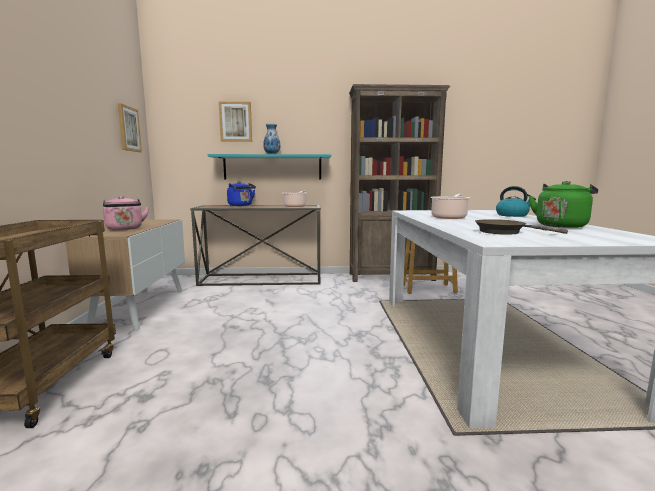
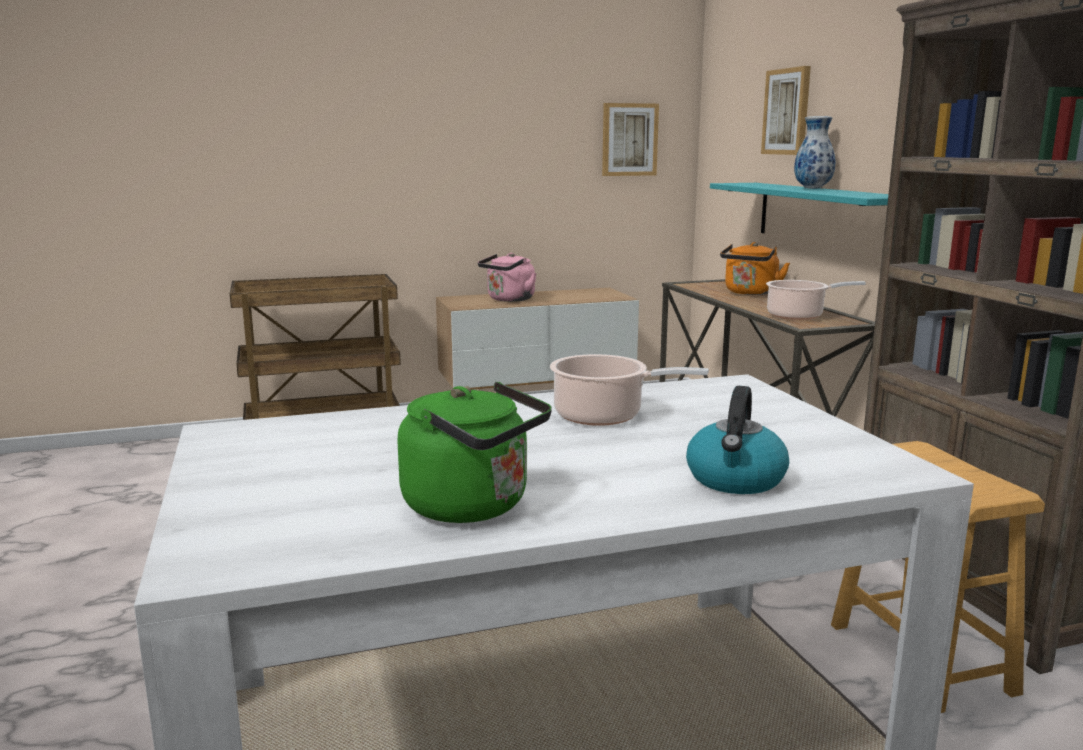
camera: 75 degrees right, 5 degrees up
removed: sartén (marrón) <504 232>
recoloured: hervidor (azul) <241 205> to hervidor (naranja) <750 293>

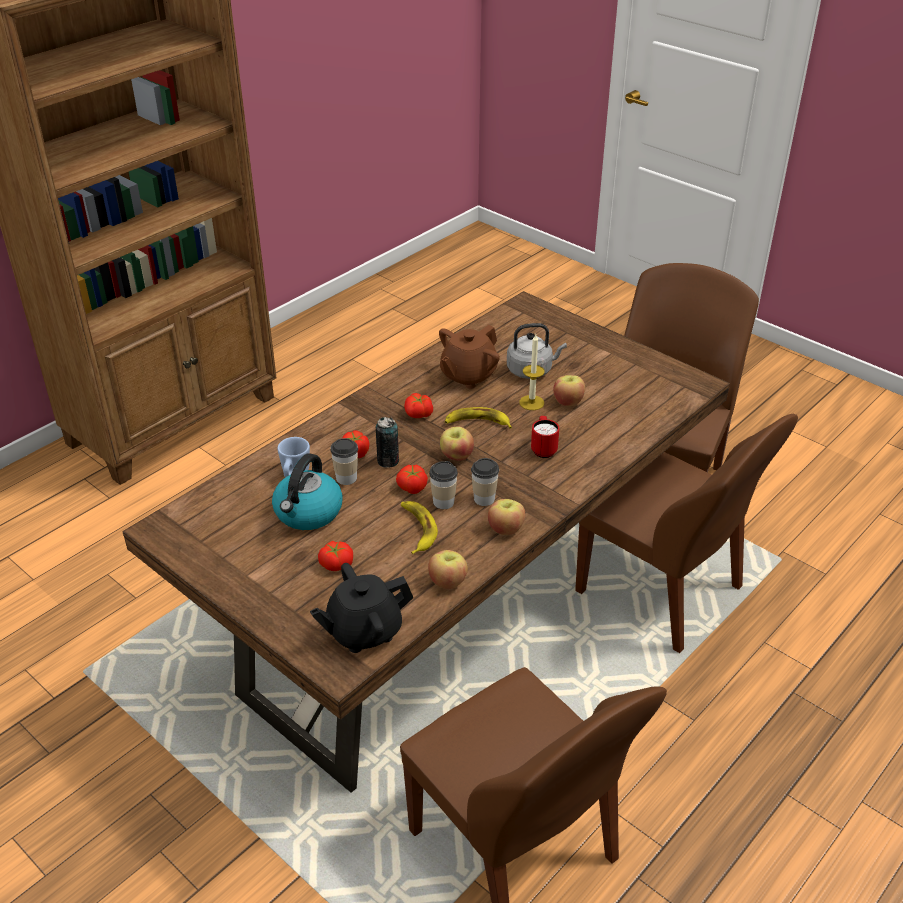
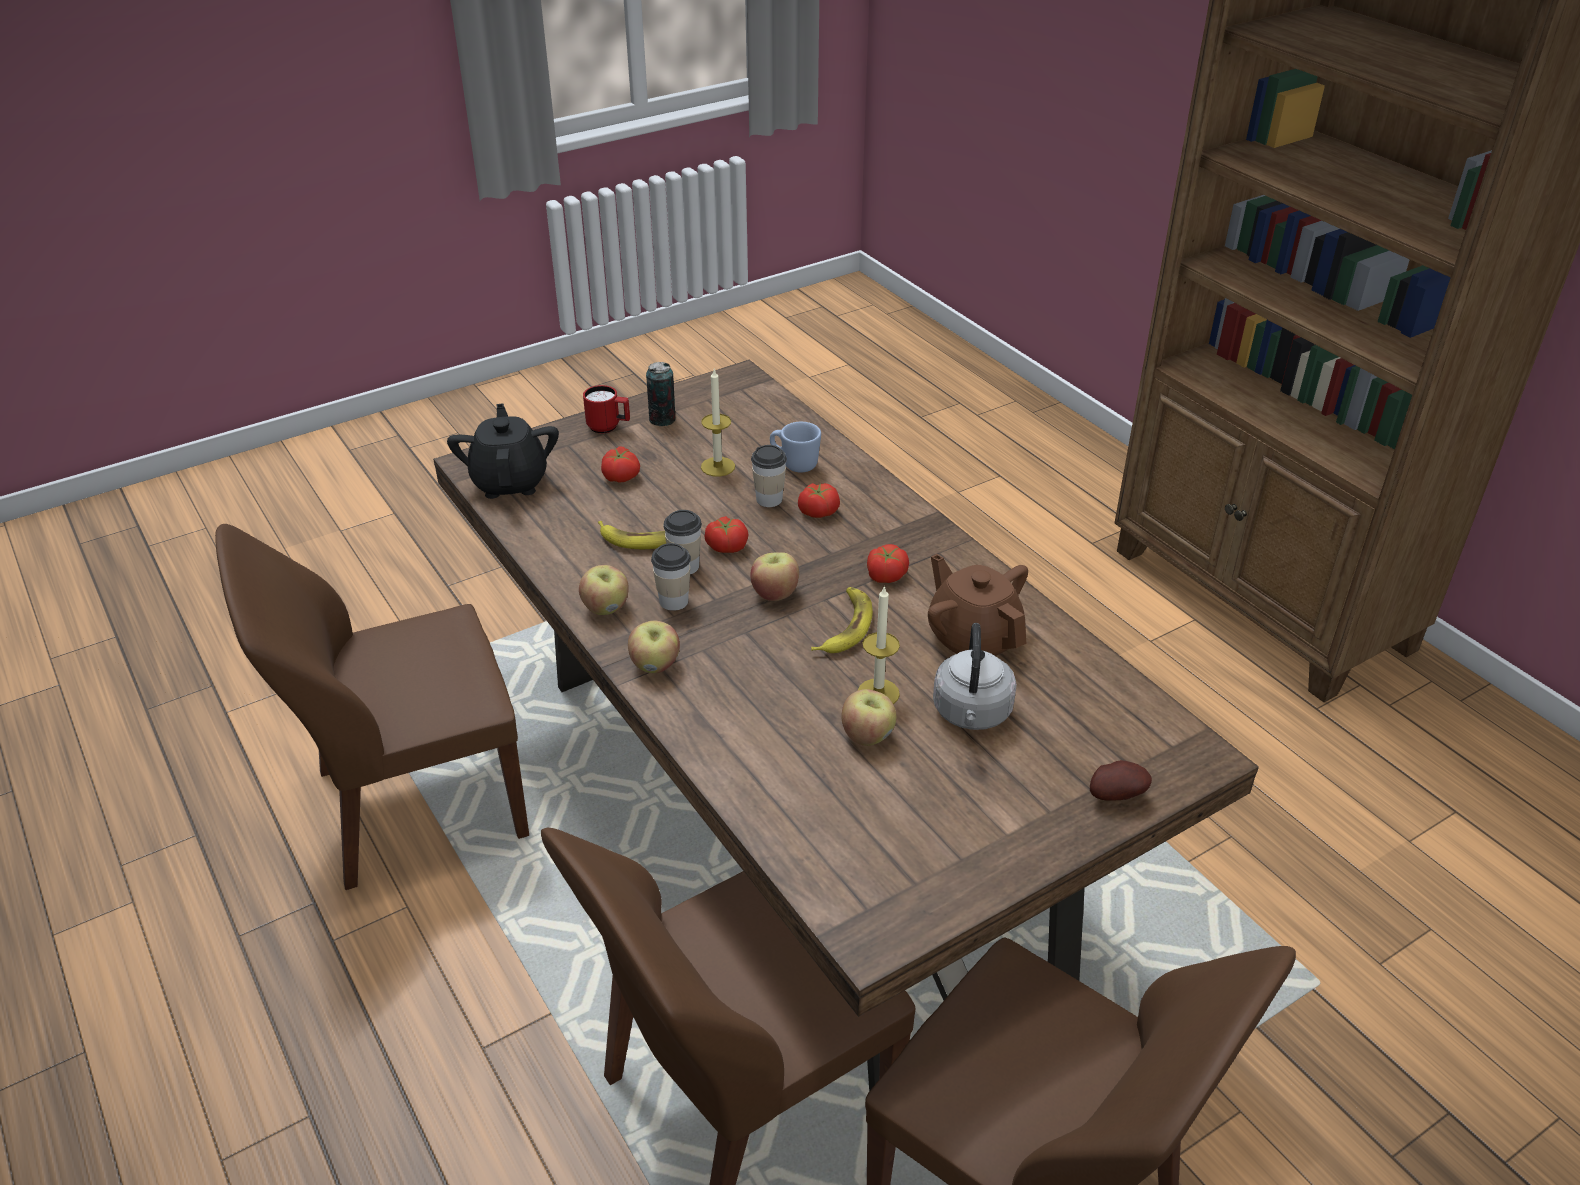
camera: 105 degrees right, 0 degrees up
added: patata <1115 794>
moved: lata <388 461> to <662 420>; manzana <448 581> to <655 665>; taza grande (rojo) <543 448> to <608 427>
replaced: hervidor <308 513> to vela <718 466>

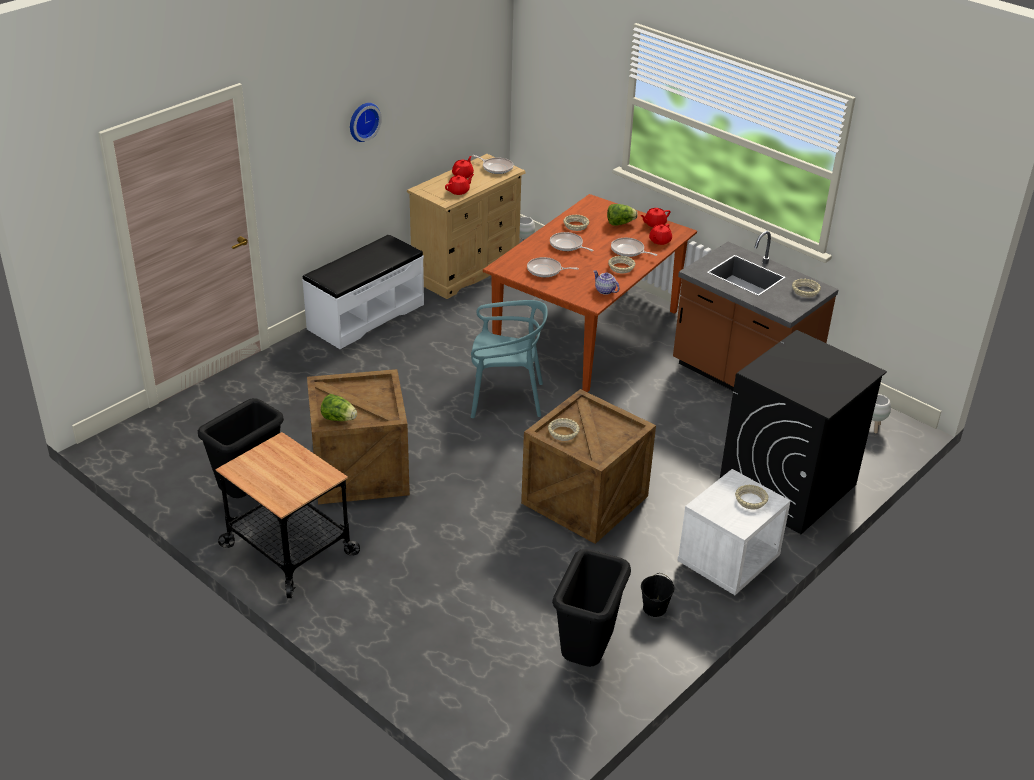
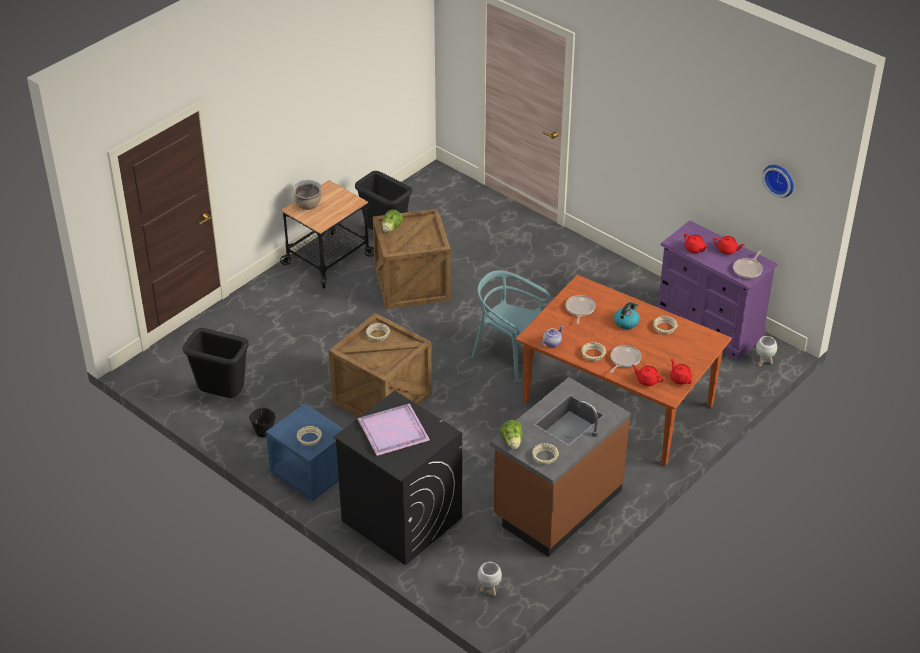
camera: 90 degrees right, 5 degrees up
removed: banco (blanco) <365 316>
added: olla (marrón) <308 205>; bandeja (morado) <394 430>
moved: reloj de pared <362 121> to <779 179>; lechuga <620 223> to <512 442>
replaced: sartén <567 245> to hervidor <626 322>
recoloured: cómoda (beis) <467 269> to cómoda (morado) <709 326>; mesita de noche (blanco) <728 562> to mesita de noche (azul) <310 474>
turned: silla (turquesa) <505 398> = <509 354> 120 degrees clockwise

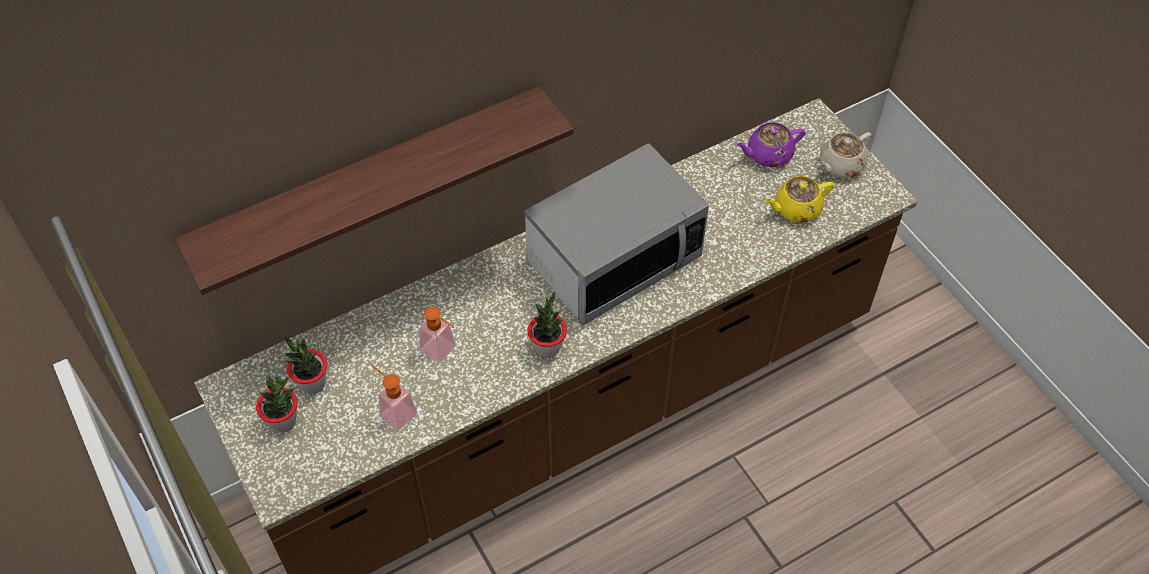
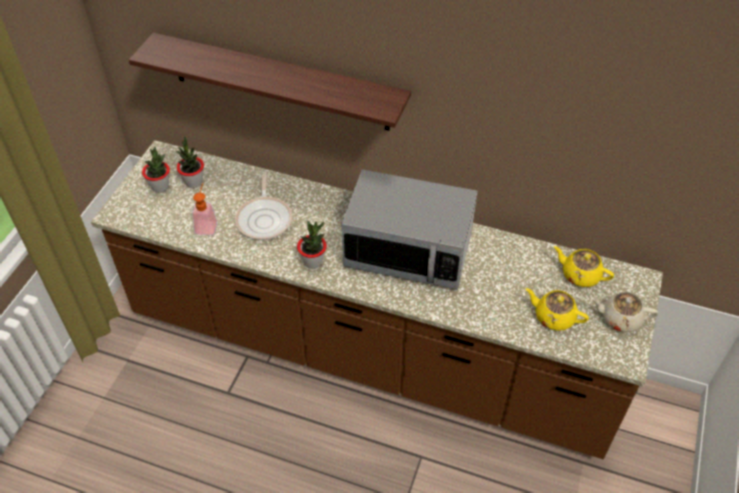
camera: 50 degrees right, 5 degrees down
replaced: dispensador de jabón <443 351> to sartén <265 219>
recoloured: tetera (morado) <768 154> to tetera (amarillo) <580 275>

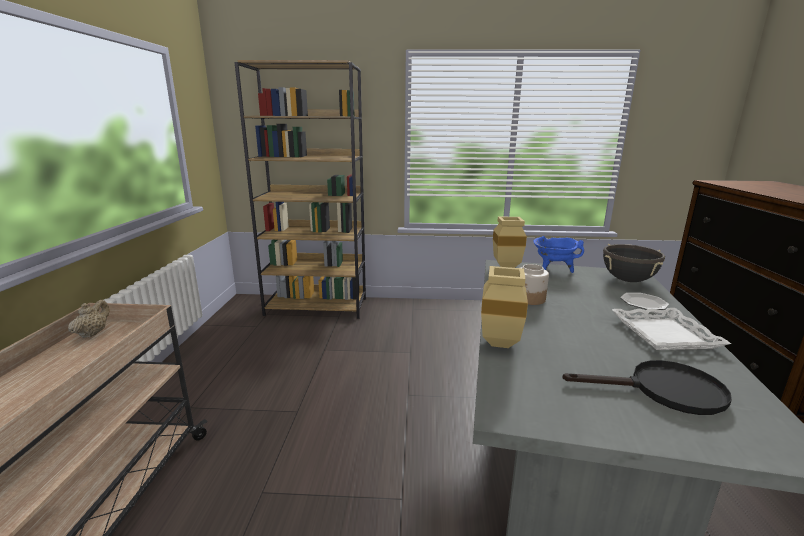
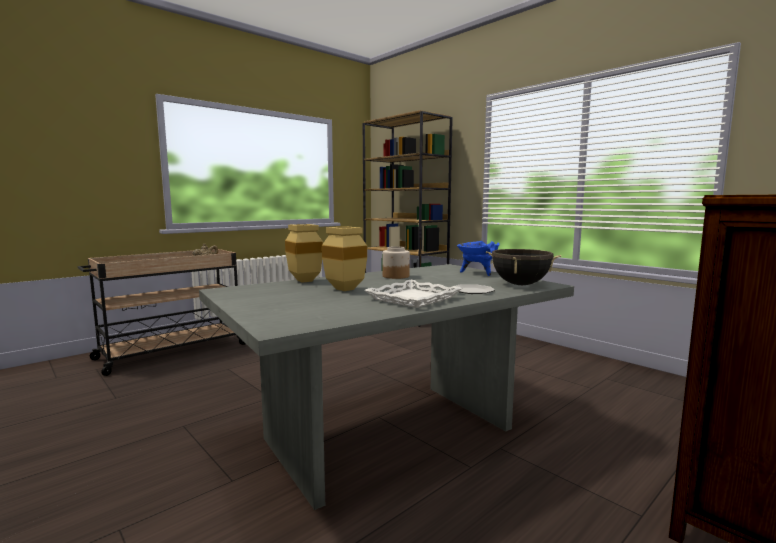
camera: 45 degrees right, 10 degrees down
removed: sartén (negro) <664 391>
moved: florero (beis) <507 267> to <347 289>

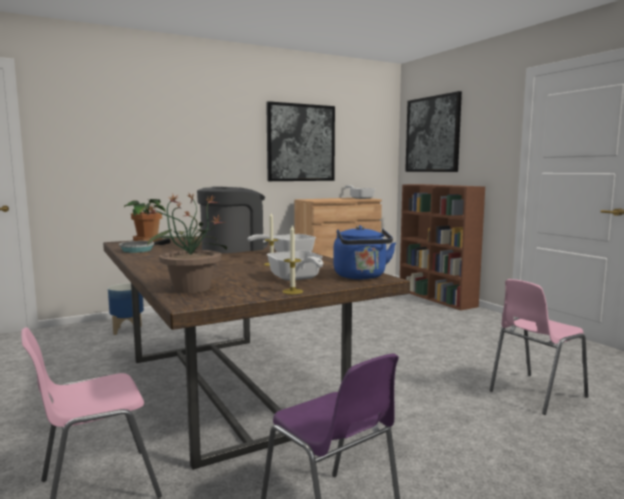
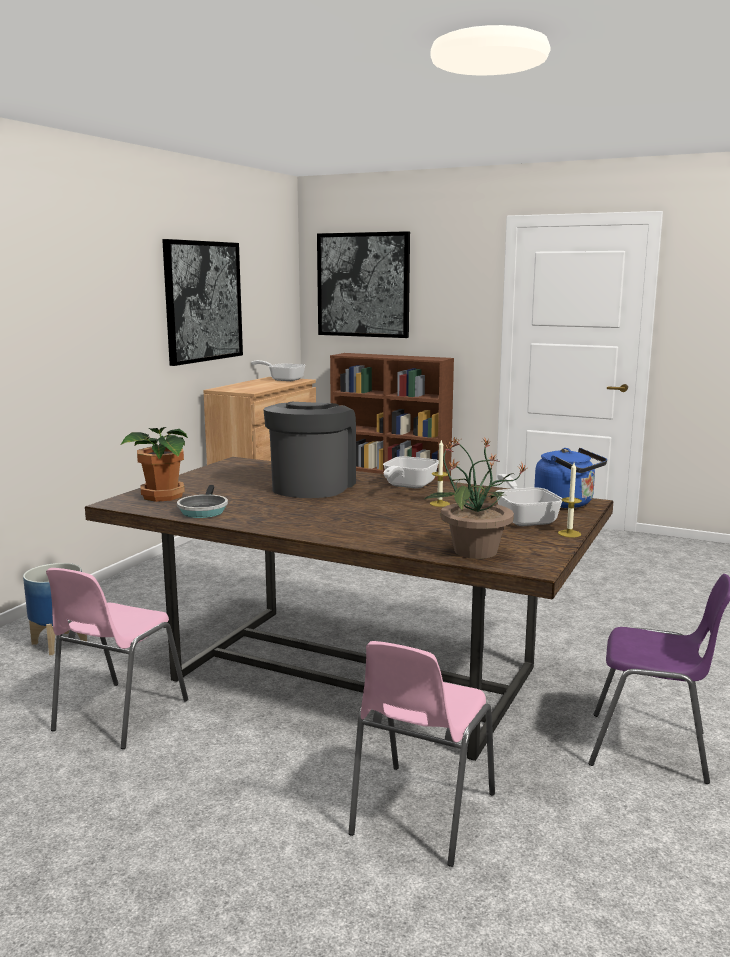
camera: 35 degrees left, 5 degrees up
moved: silla (rosa) <535 394> to <117 716>
turned: sartén <296 279> = <524 518> 135 degrees counterclockwise

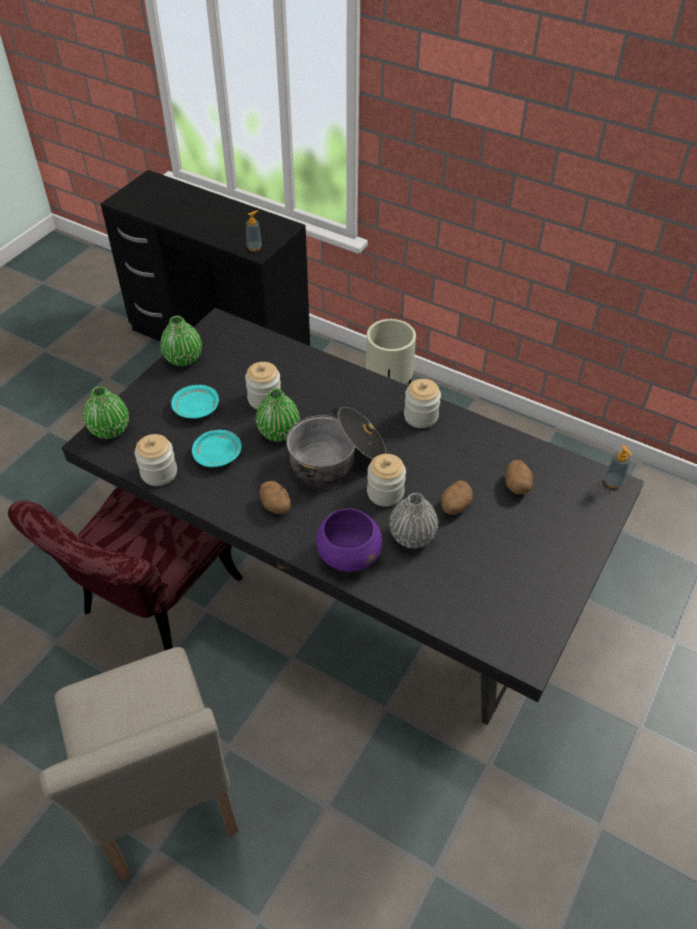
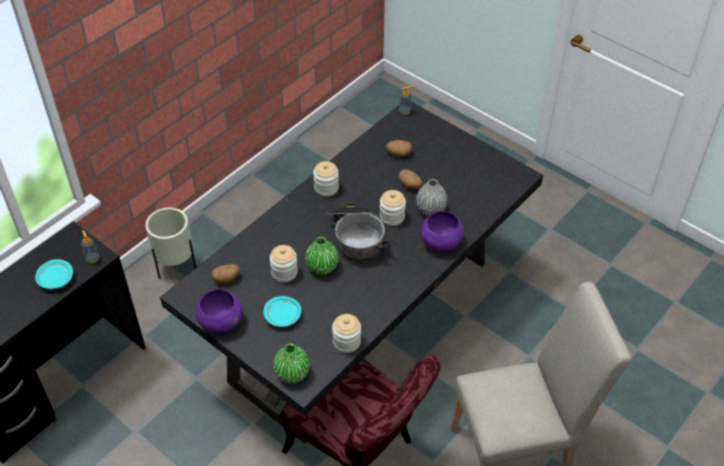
camera: 80 degrees left, 0 degrees up
moved: plato (turquesa) <218 454> to <55 278>; patata <276 506> to <226 278>
replaced: florero (verde) <183 359> to cuenco (morado) <221 321>

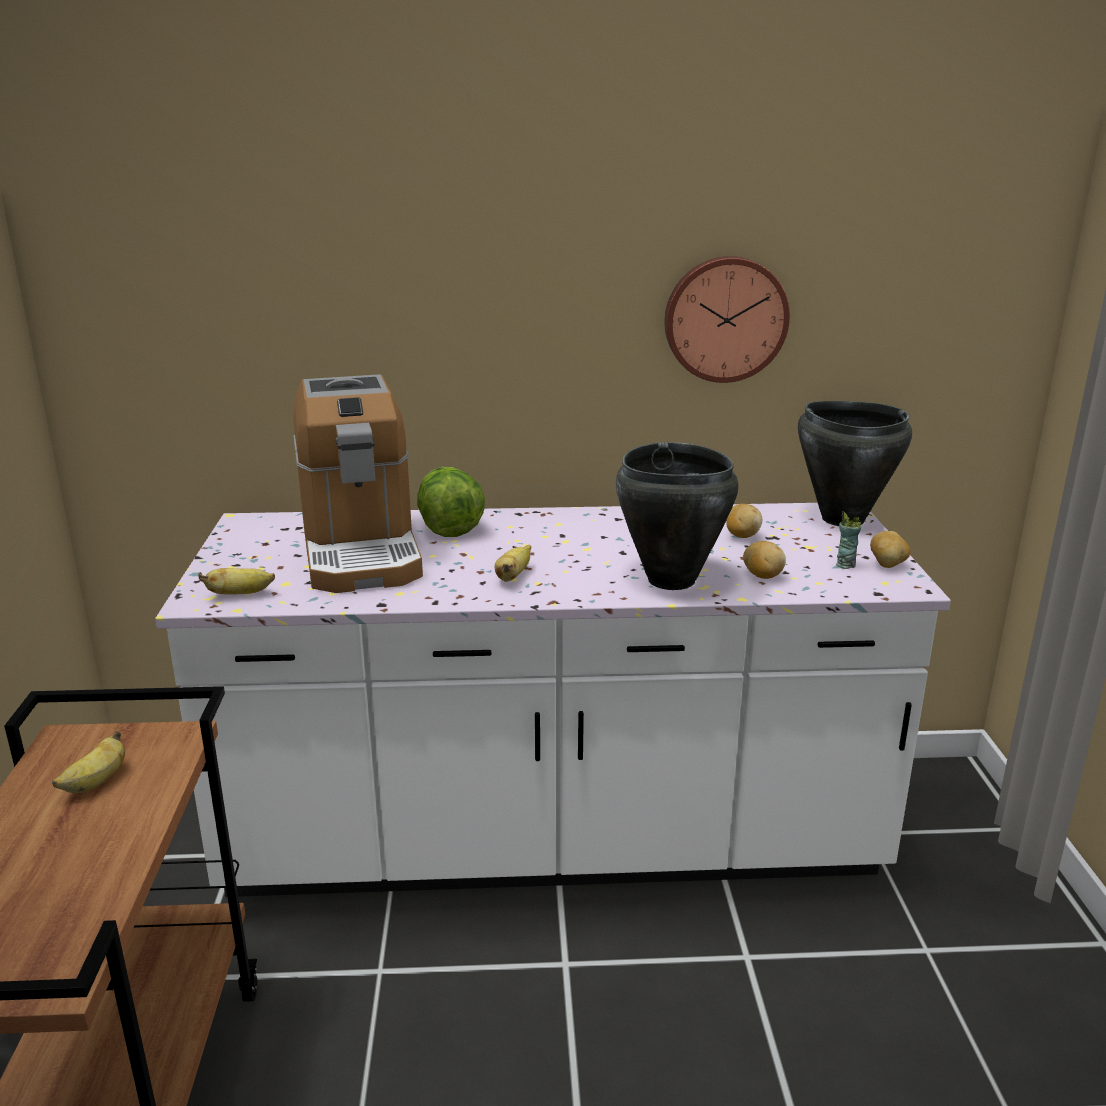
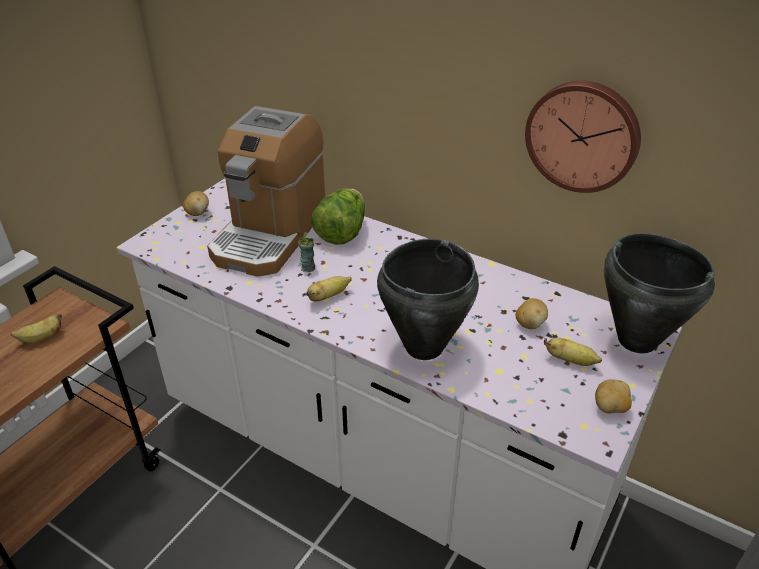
camera: 35 degrees right, 15 degrees up
moved: plátano <240 594> to <570 361>; patata <762 576> to <197 213>; taza <845 565> to <308 267>

